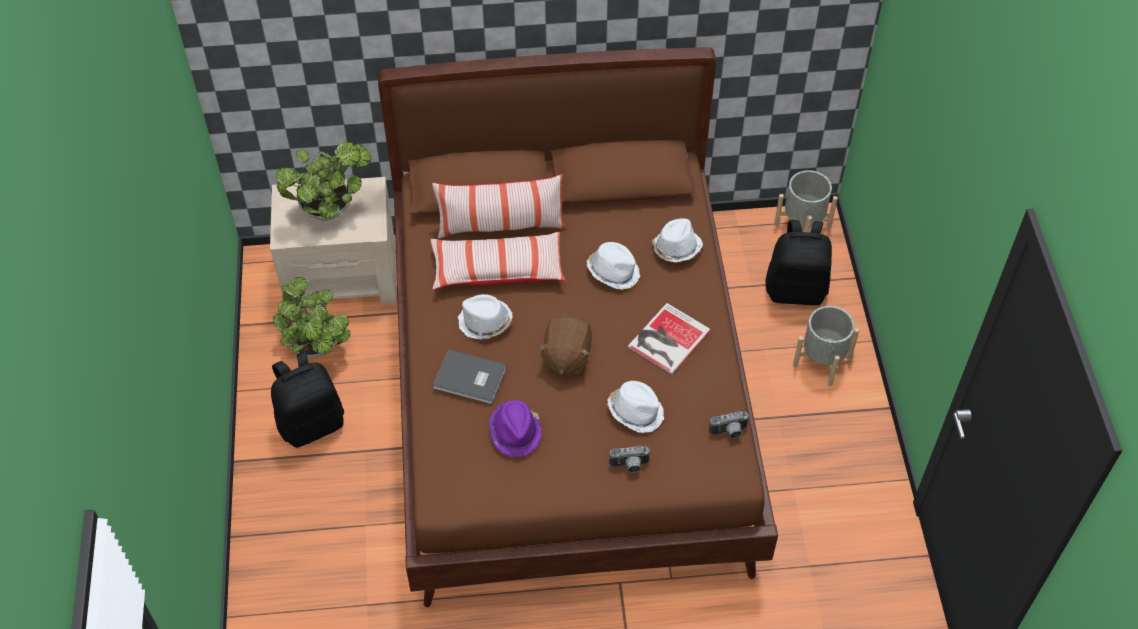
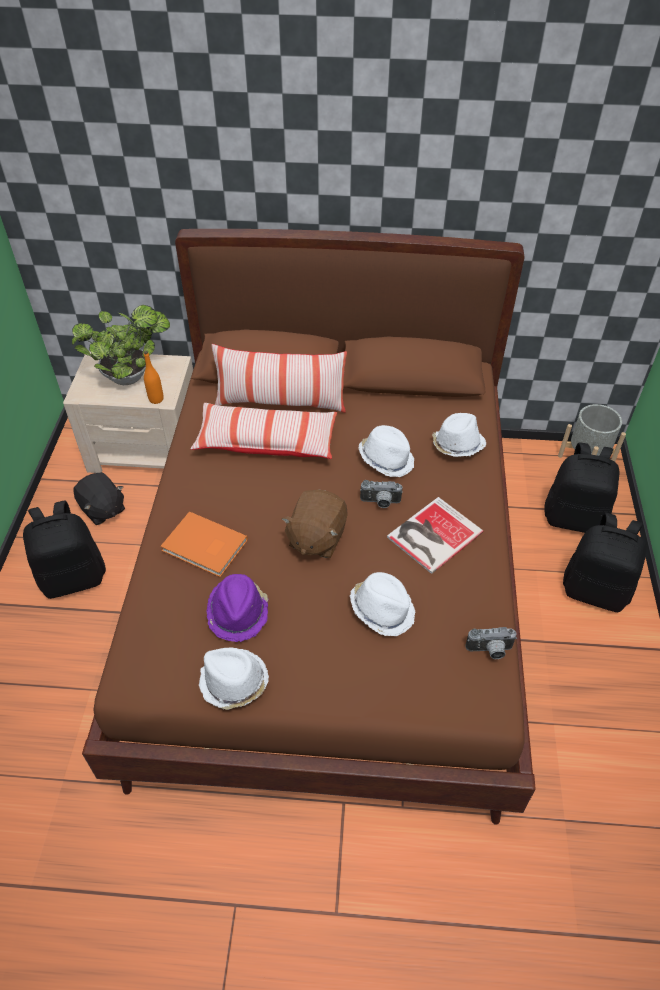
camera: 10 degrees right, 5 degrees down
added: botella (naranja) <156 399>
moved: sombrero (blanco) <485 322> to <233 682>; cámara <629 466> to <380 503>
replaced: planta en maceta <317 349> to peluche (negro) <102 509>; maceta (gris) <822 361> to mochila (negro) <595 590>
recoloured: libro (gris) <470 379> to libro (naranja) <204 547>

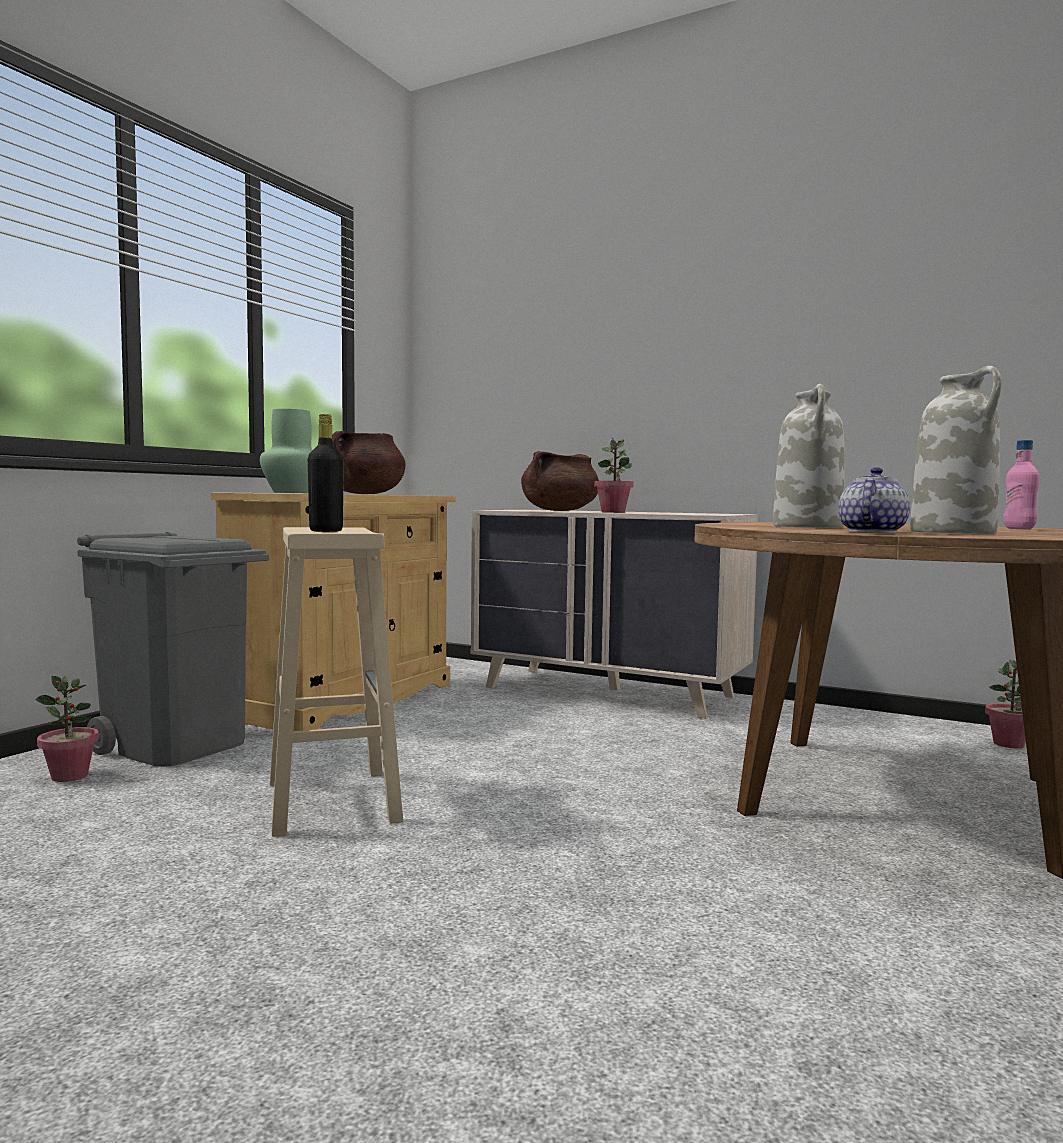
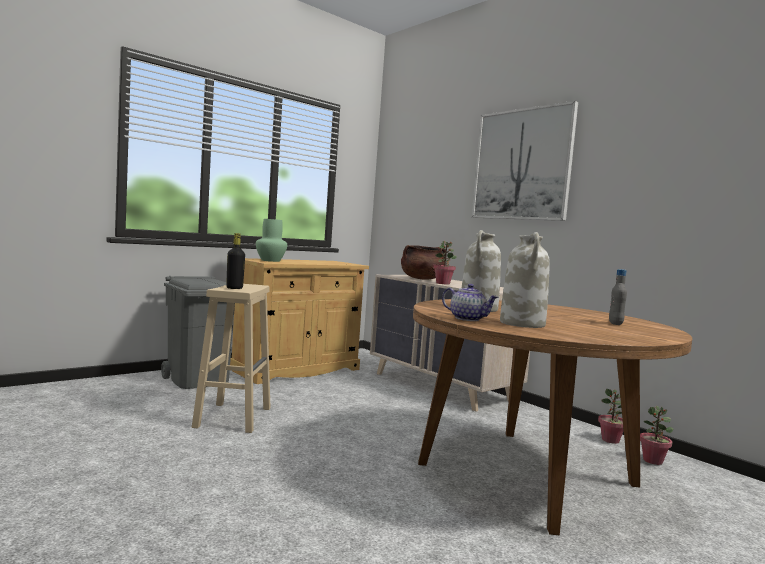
camera: 20 degrees right, 0 degrees up
removed: olla (marrón) <364 494>
added: cuadro <522 164>
moved: planta en maceta <69 776> to <610 440>
recoloured: botella (rosa) <1019 529> to botella (gris) <615 323>
turned: tetera <871 532> = <468 319> 75 degrees clockwise

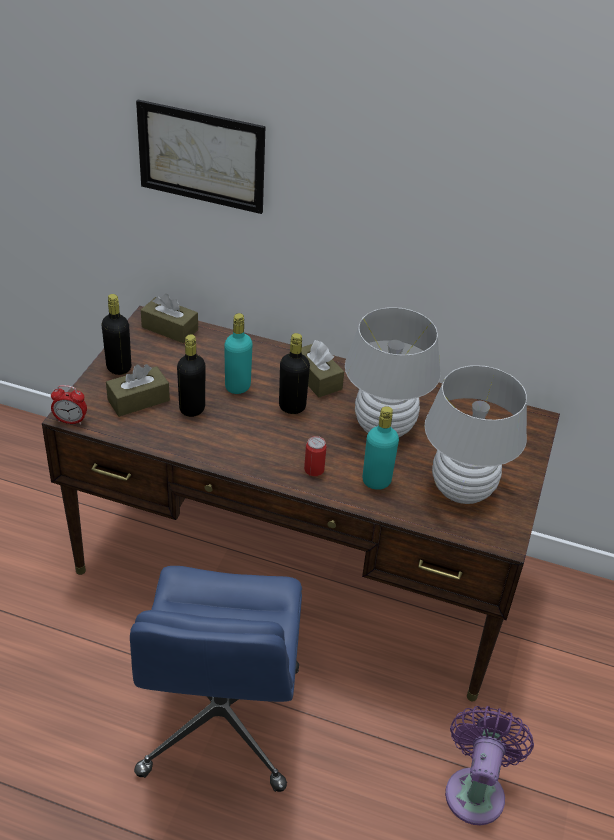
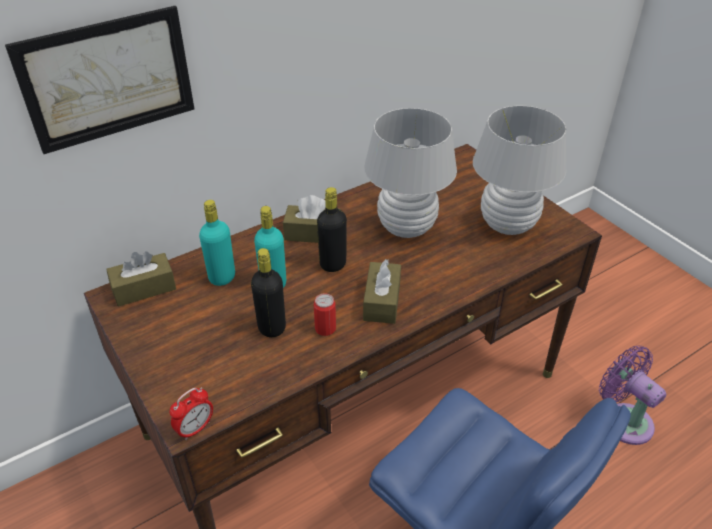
camera: 50 degrees left, 0 degrees up
removed: botella (negro) <119 368>
moved: caja de pañuelos (marrón) <138 400> to <382 301>; lata <314 470> to <325 328>; botella (turquesa) <376 481> to <222 277>

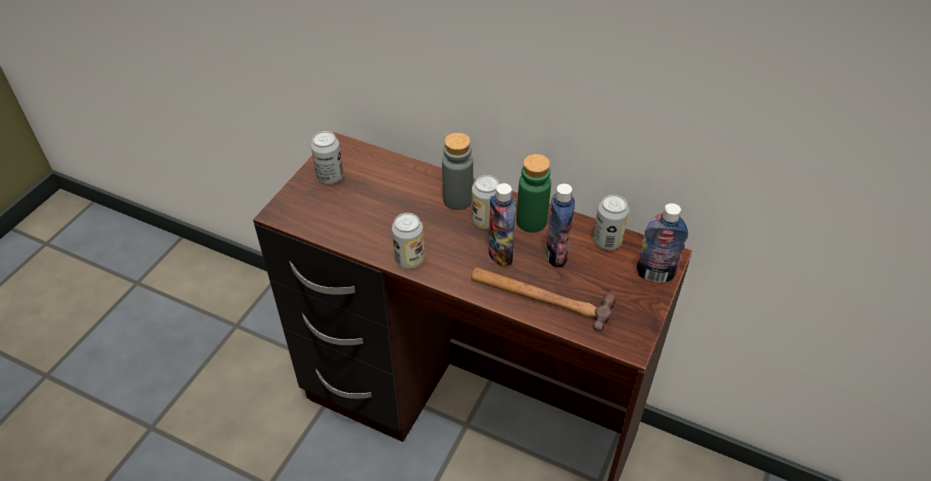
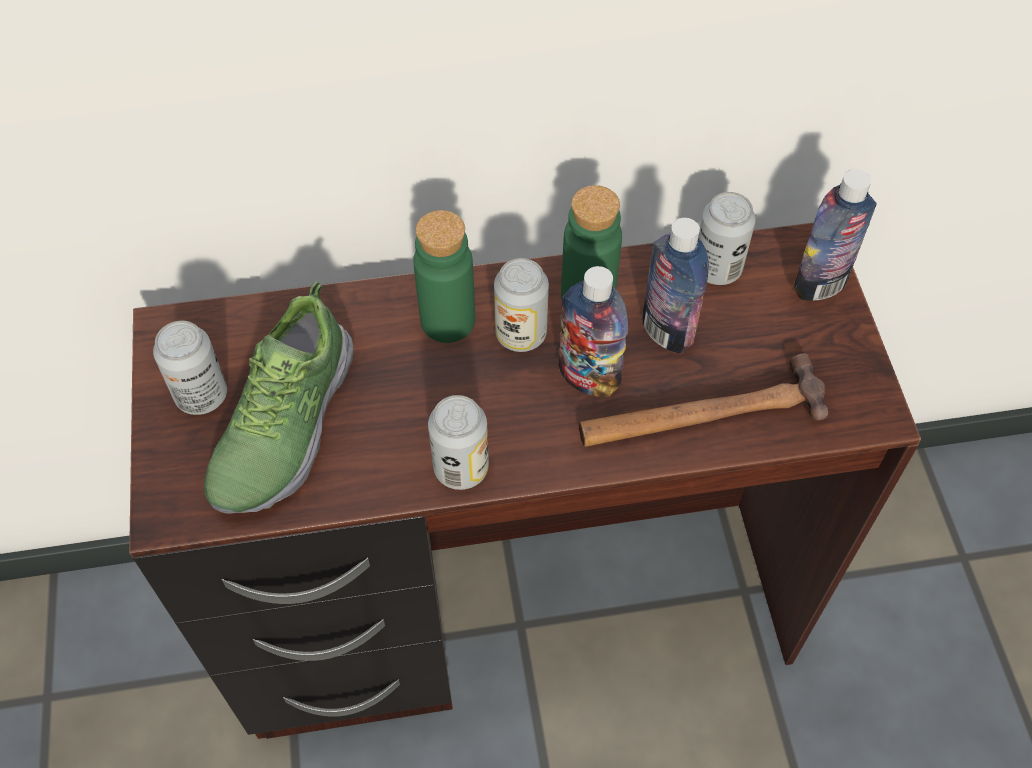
camera: 35 degrees left, 10 degrees up
added: zapato <282 425>
recoloured: botella (gris) <457 199> to botella (verde) <447 320>

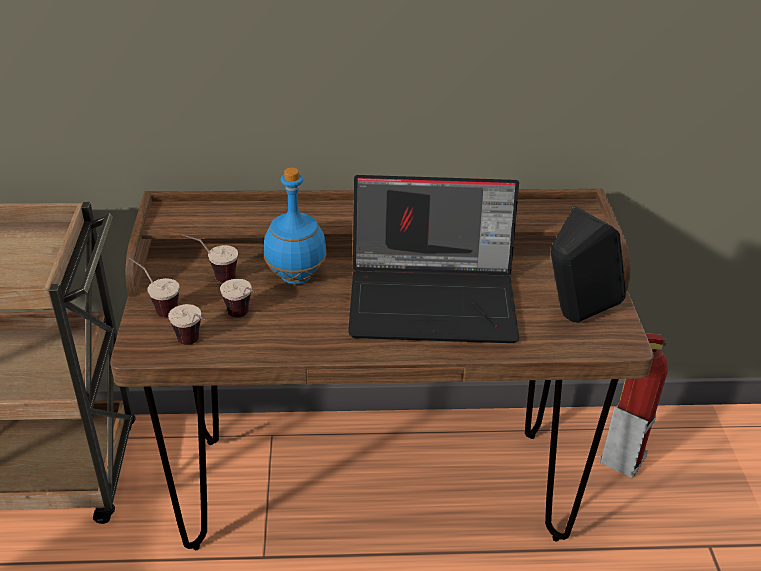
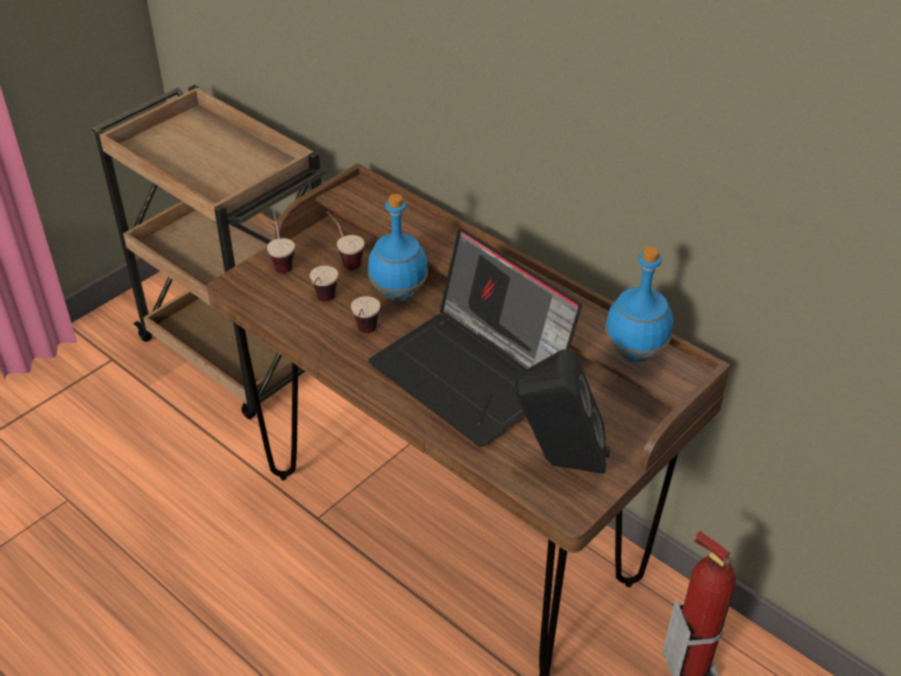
camera: 45 degrees right, 5 degrees up
added: botella (azul) <634 352>
moved: taza <194 345> to <365 335>

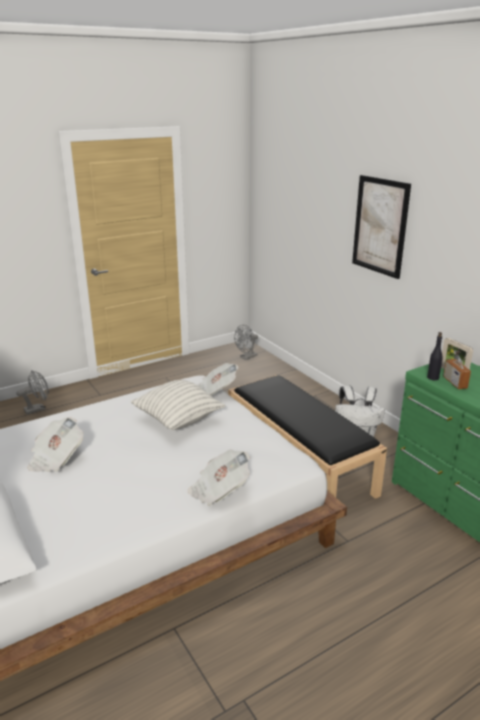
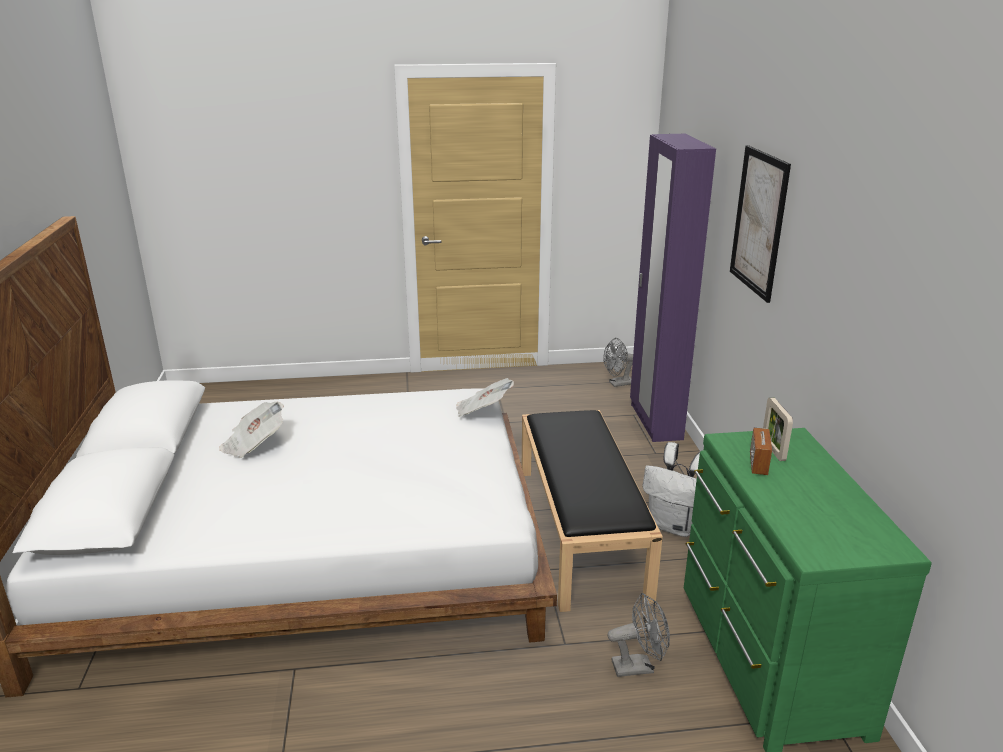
camera: 25 degrees right, 0 degrees up
removed: cojín <178 420>; periódico <219 490>; botella (negro) <433 378>
added: armario ropero (morado) <655 422>
moved: ventilador (gris) <38 409> to <638 666>

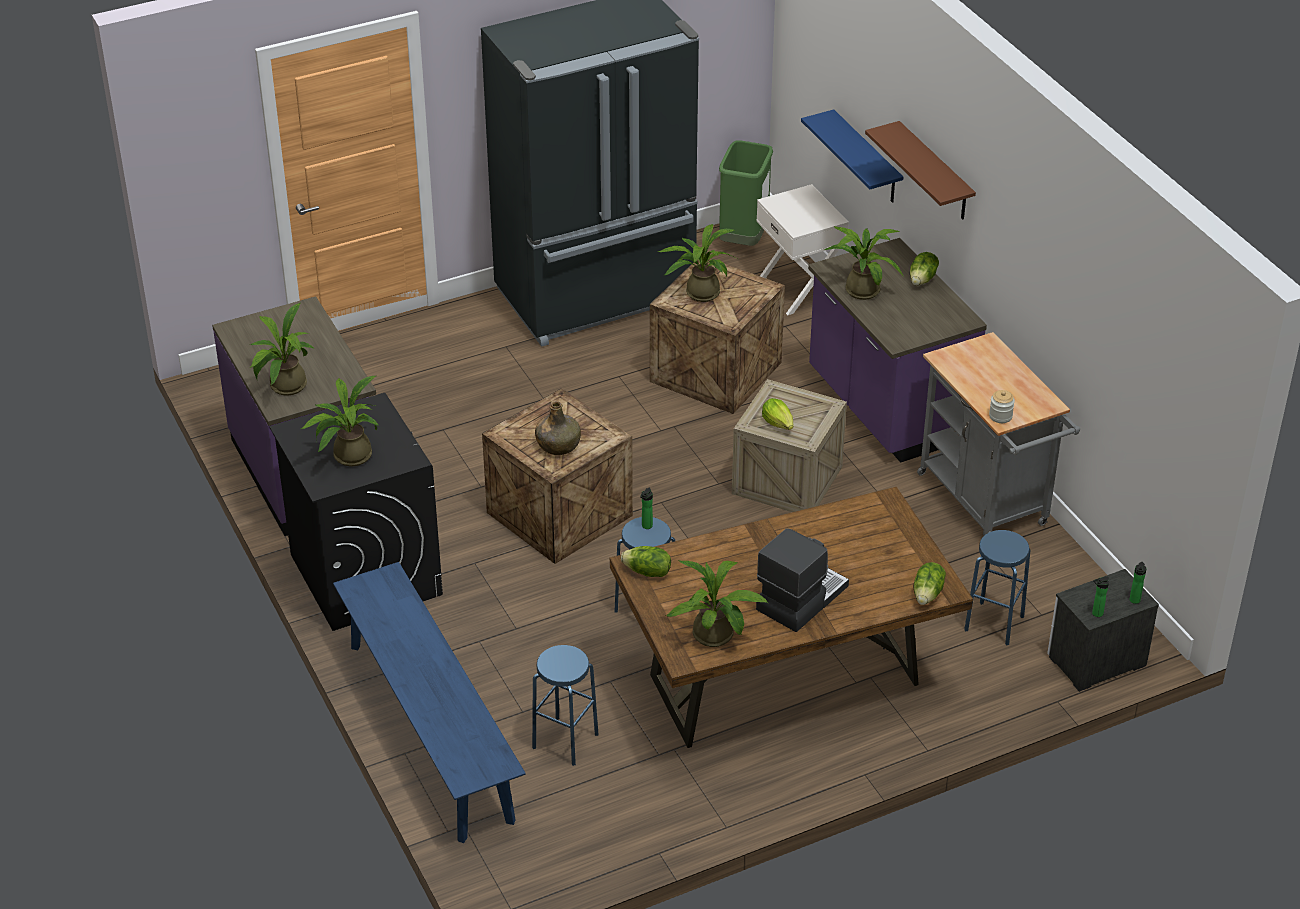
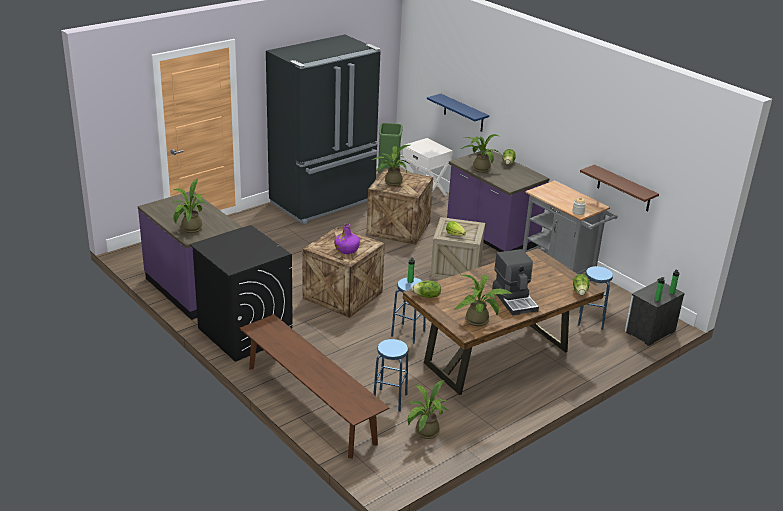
camera: 15 degrees left, 10 degrees down
moved: planta en maceta <347 457> to <424 433>; estante (marrón) <935 173> to <624 189>
recoloured: banco (azul) <430 731> to banco (marrón) <310 404>; botella (verde) <558 445> to botella (morado) <346 250>
turned: cafetera <800 598> = <515 299> 135 degrees clockwise

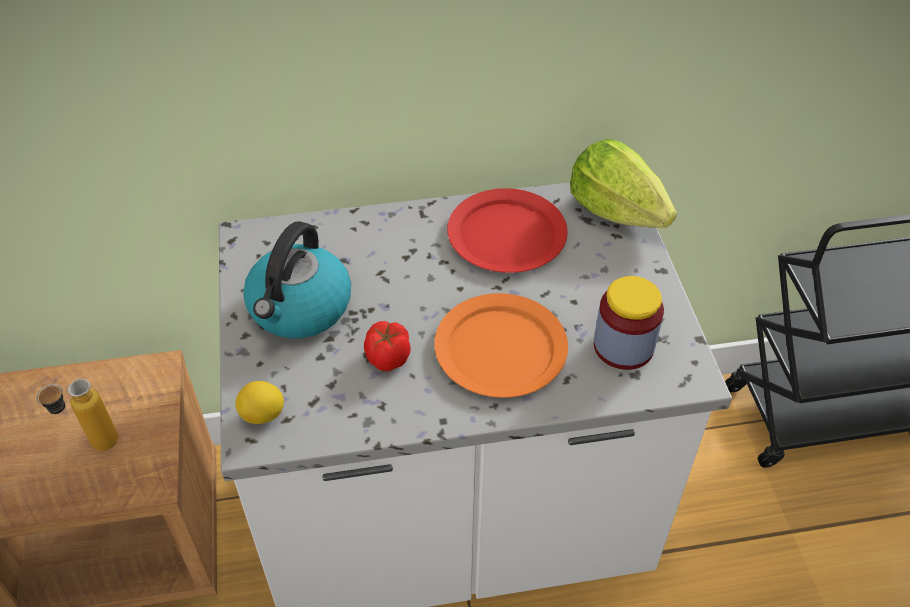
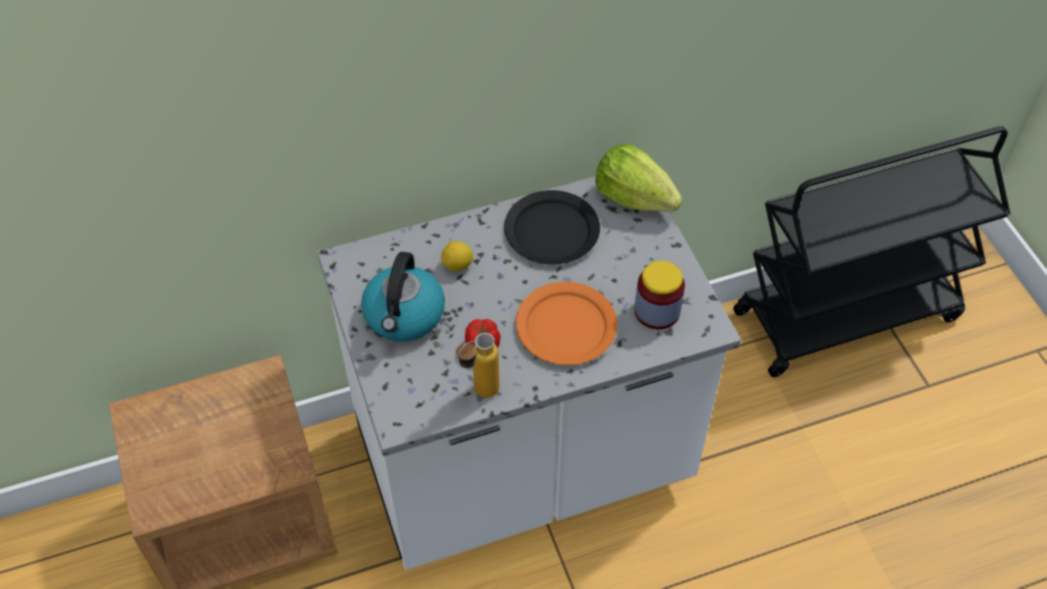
camera: 10 degrees left, 5 degrees up
moved: botella <94 446> to <479 394>; limón <263 415> to <457 265>
recoloured: plato (rojo) <506 235> to plato (negro) <551 231>

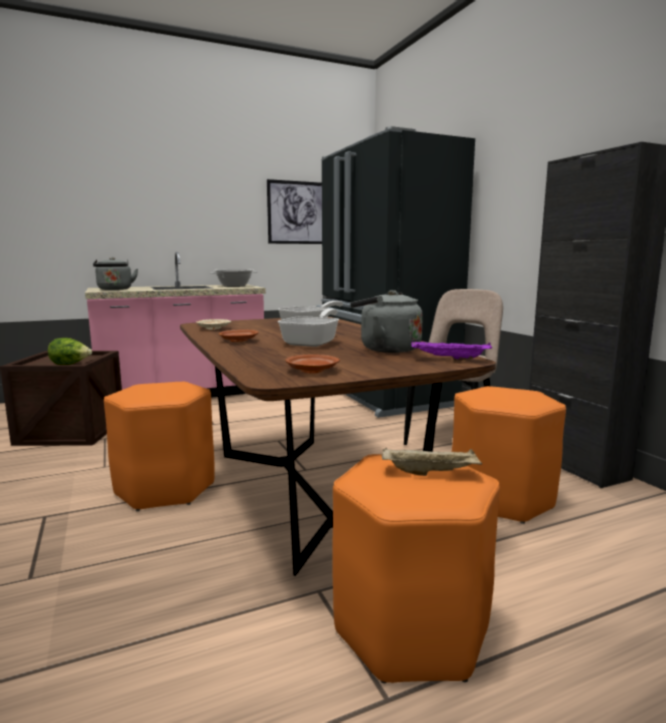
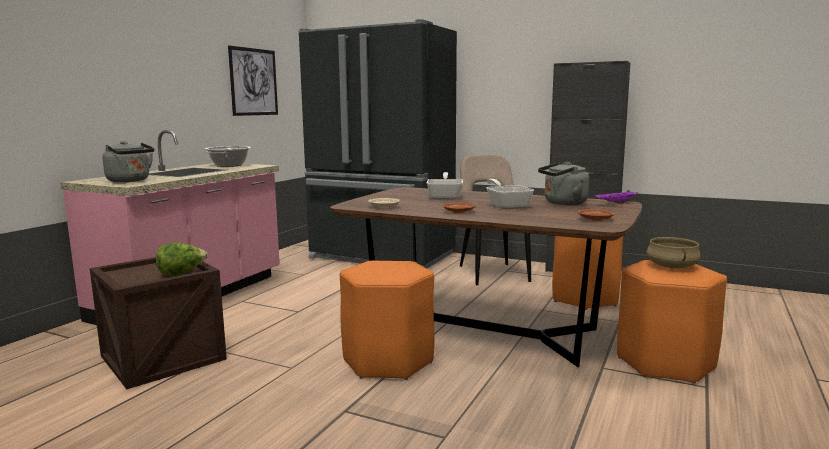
camera: 40 degrees left, 0 degrees up
replaced: bandeja (beis) <431 473> to olla (beis) <671 266>

